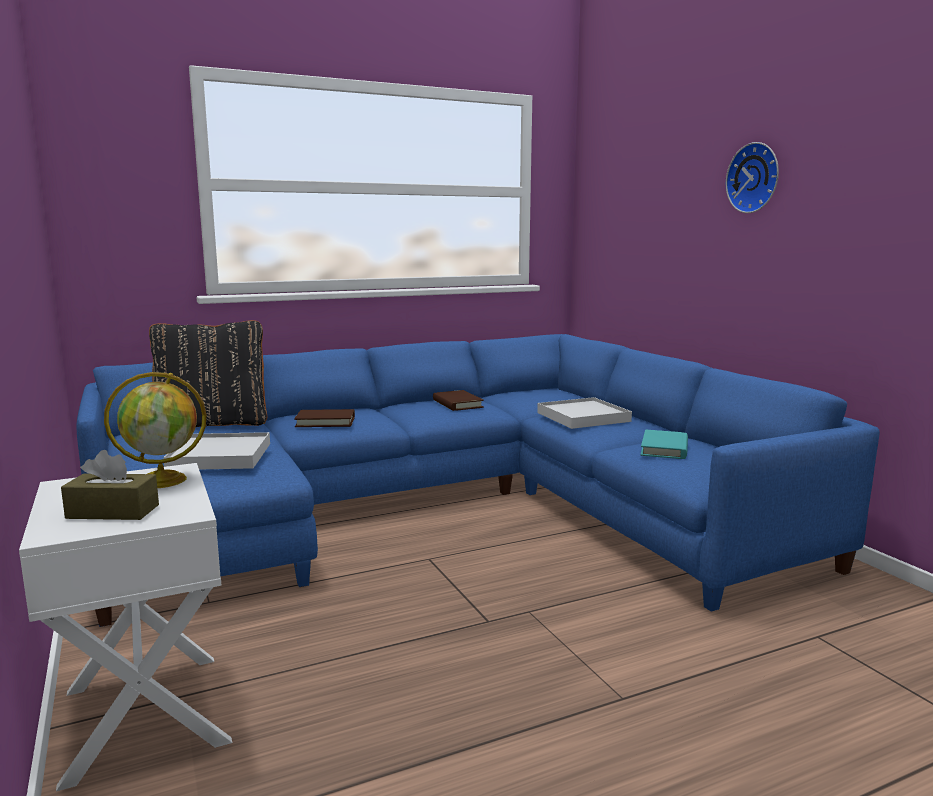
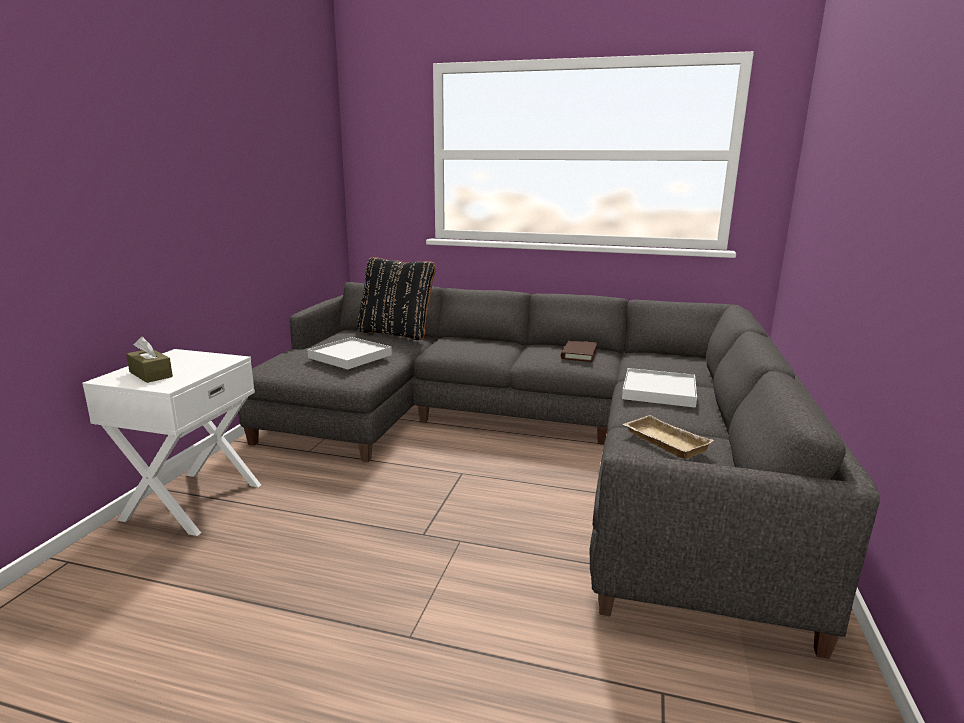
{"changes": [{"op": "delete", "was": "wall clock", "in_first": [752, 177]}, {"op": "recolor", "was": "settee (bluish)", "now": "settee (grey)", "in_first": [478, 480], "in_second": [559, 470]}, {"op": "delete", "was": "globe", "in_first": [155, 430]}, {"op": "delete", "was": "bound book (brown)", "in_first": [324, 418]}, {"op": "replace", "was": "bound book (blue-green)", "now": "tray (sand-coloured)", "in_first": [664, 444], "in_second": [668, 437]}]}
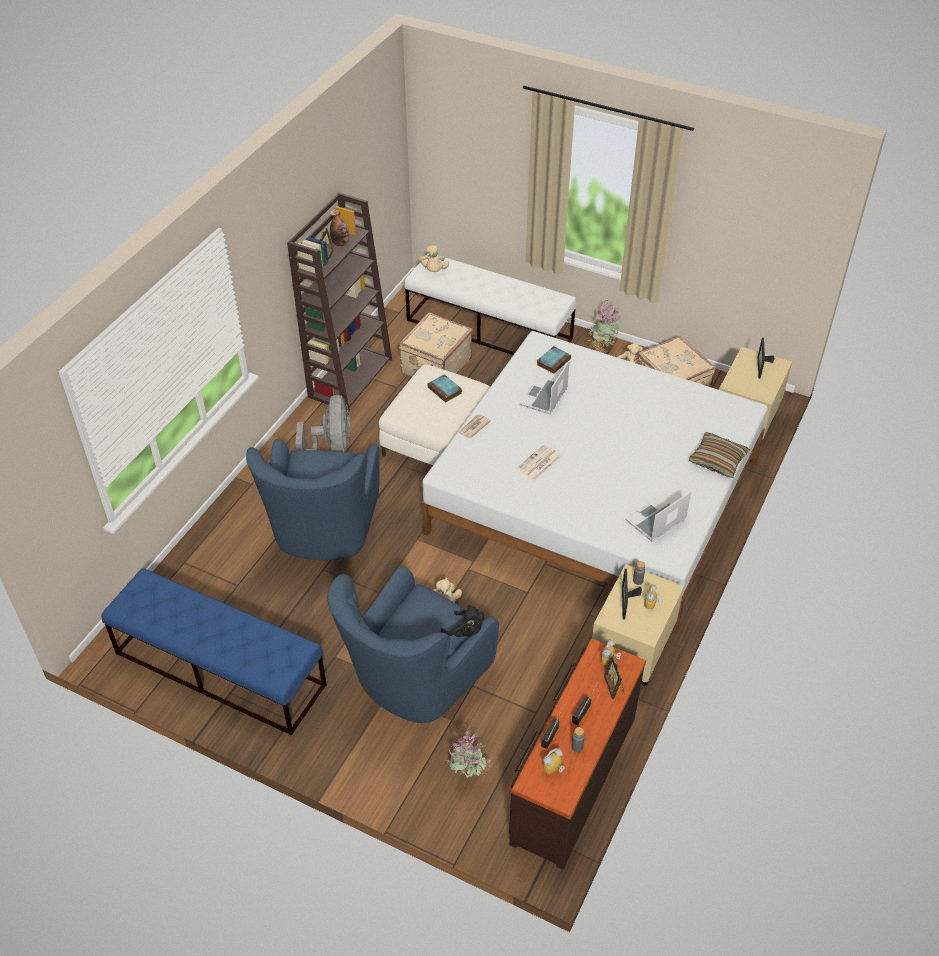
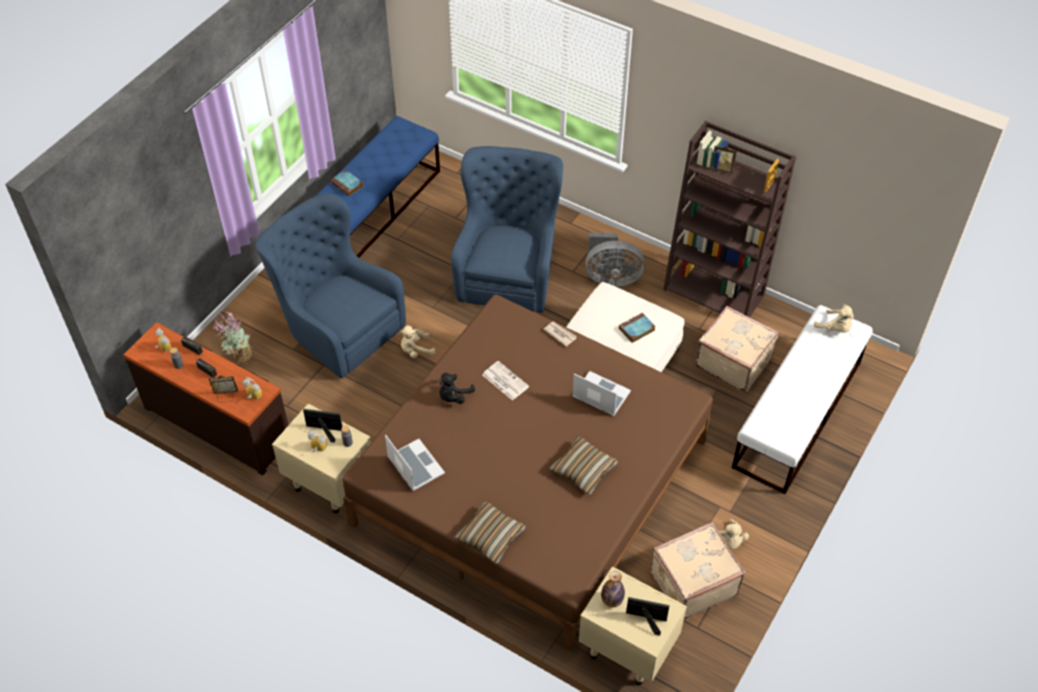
{"changes": [{"op": "move", "was": "beverage bottle", "in_first": [339, 227], "in_second": [613, 589]}, {"op": "rotate", "was": "plush toy (sand-coloured)", "in_first": [433, 258], "in_second": [834, 318], "clockwise": -135}, {"op": "delete", "was": "plant in a pot", "in_first": [603, 326]}, {"op": "recolor", "was": "sleeping bed (white-coloured)", "now": "sleeping bed (brown)", "in_first": [595, 481], "in_second": [527, 473]}, {"op": "move", "was": "bound book", "in_first": [554, 360], "in_second": [347, 182]}, {"op": "rotate", "was": "lounge chair (bluish)", "in_first": [313, 499], "in_second": [507, 229], "clockwise": 90}, {"op": "move", "was": "plush toy (black-coloured)", "in_first": [462, 621], "in_second": [457, 388]}, {"op": "insert", "now": "throw pillow", "in_second": [584, 466]}]}
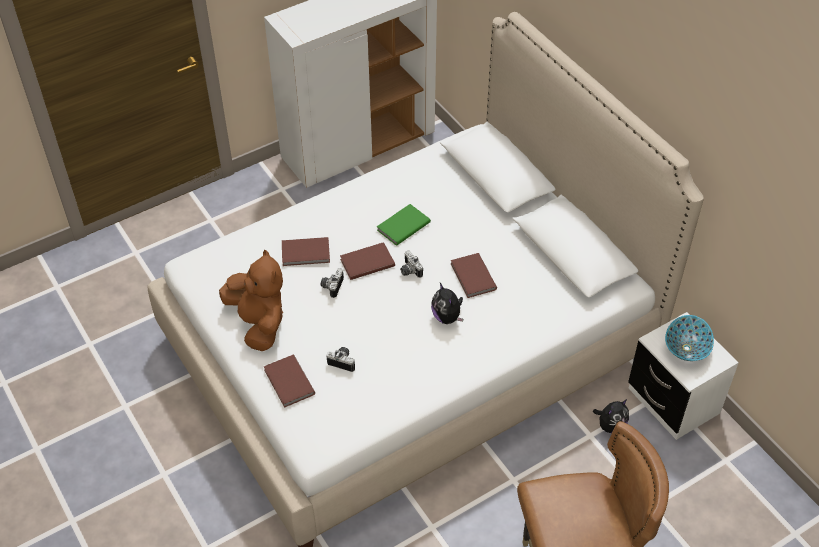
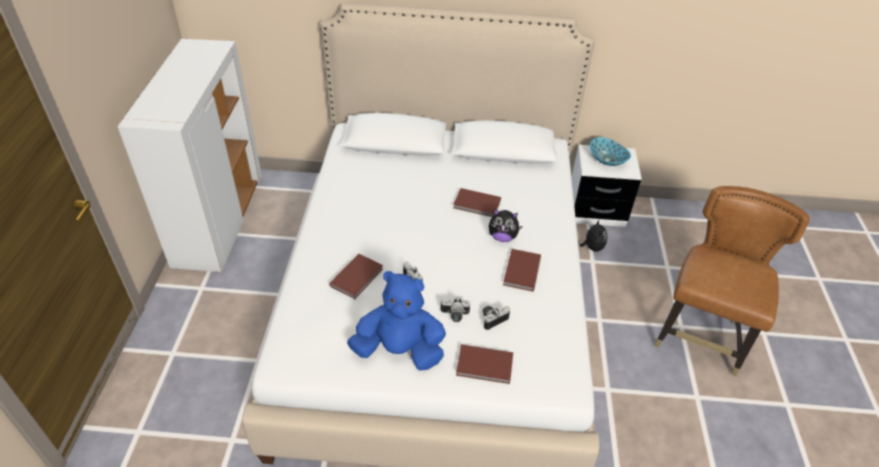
{"changes": [{"op": "delete", "was": "bound book (green)", "in_first": [404, 225]}, {"op": "move", "was": "bound book (brown)", "in_first": [367, 261], "in_second": [522, 270]}, {"op": "recolor", "was": "plush toy (brown)", "now": "plush toy (bluish)", "in_first": [251, 300], "in_second": [396, 320]}, {"op": "move", "was": "photo camera", "in_first": [411, 264], "in_second": [455, 309]}]}
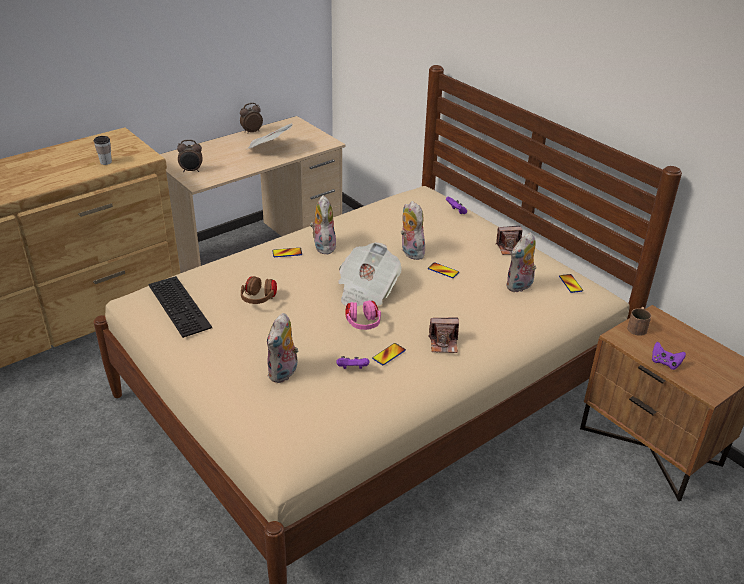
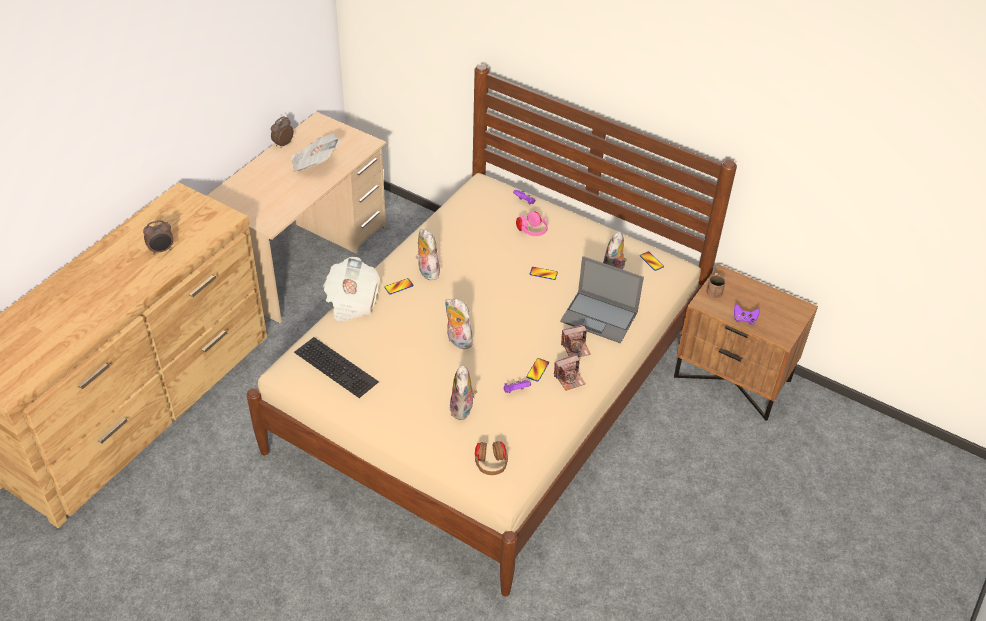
{"changes": [{"op": "delete", "was": "small cup", "in_first": [103, 150]}, {"op": "move", "was": "alarm clock", "in_first": [189, 156], "in_second": [158, 237]}, {"op": "move", "was": "plush toy", "in_first": [413, 230], "in_second": [459, 324]}, {"op": "move", "was": "photo camera", "in_first": [509, 240], "in_second": [570, 372]}, {"op": "move", "was": "newspaper", "in_first": [370, 274], "in_second": [351, 289]}, {"op": "move", "was": "pair of headphones (brown)", "in_first": [259, 290], "in_second": [491, 458]}, {"op": "move", "was": "pair of headphones (pinkish)", "in_first": [363, 315], "in_second": [532, 223]}, {"op": "insert", "now": "notebook computer", "in_second": [602, 300]}]}
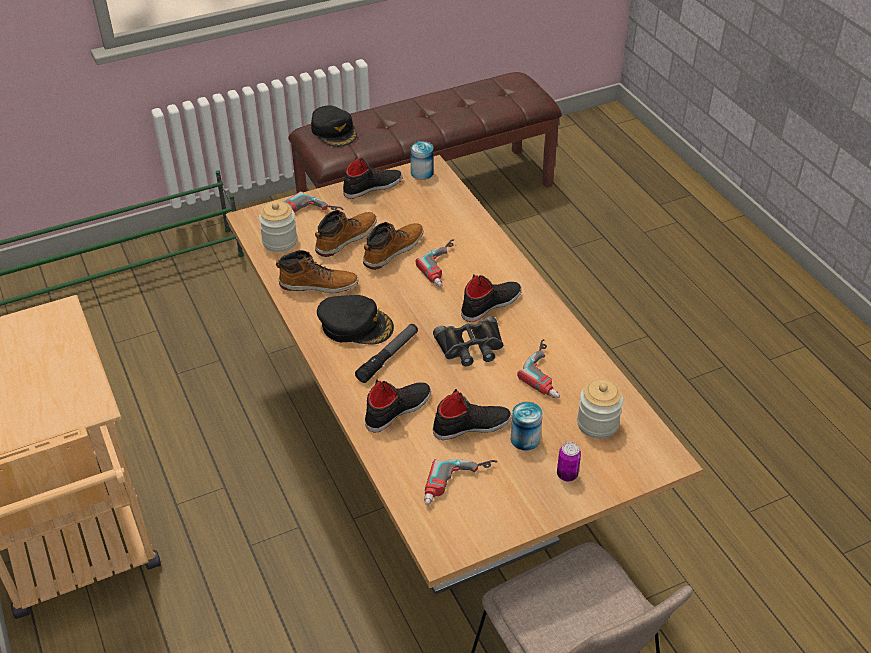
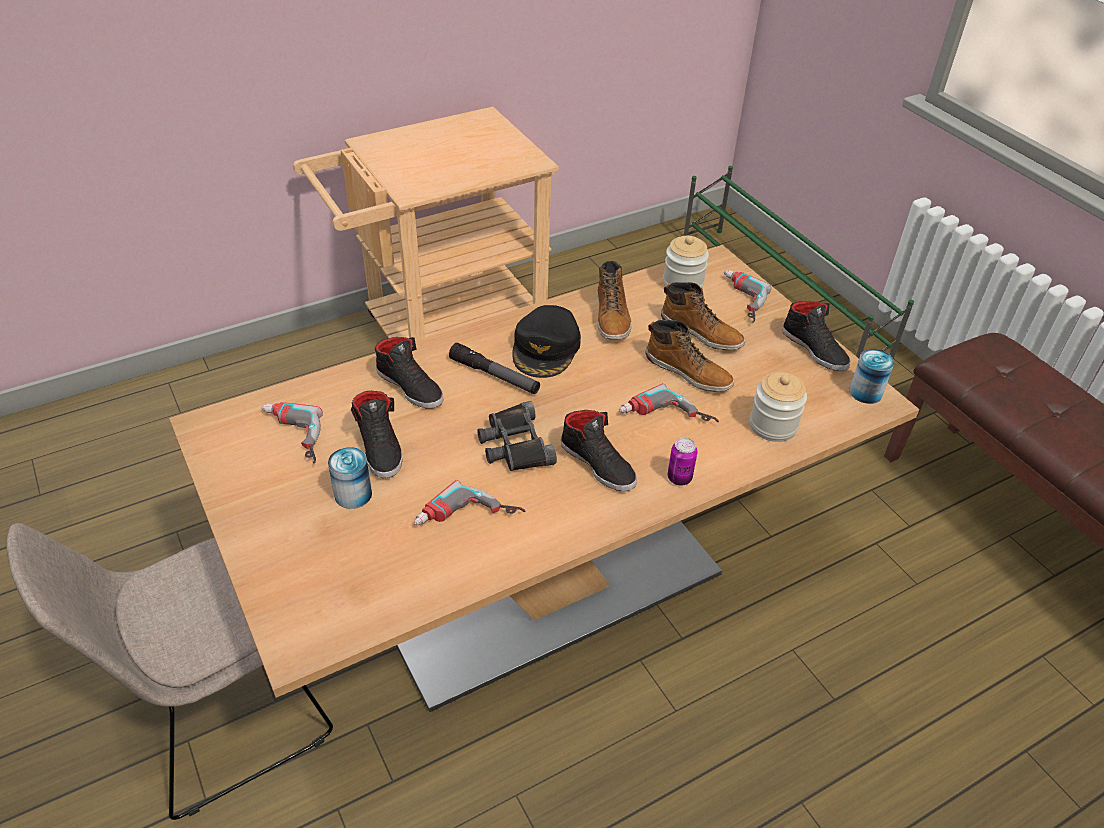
{"changes": [{"op": "delete", "was": "cap (black-coloured)", "in_first": [334, 126]}, {"op": "move", "was": "storage jar", "in_first": [600, 409], "in_second": [778, 407]}, {"op": "move", "was": "metal can", "in_first": [569, 462], "in_second": [682, 461]}]}
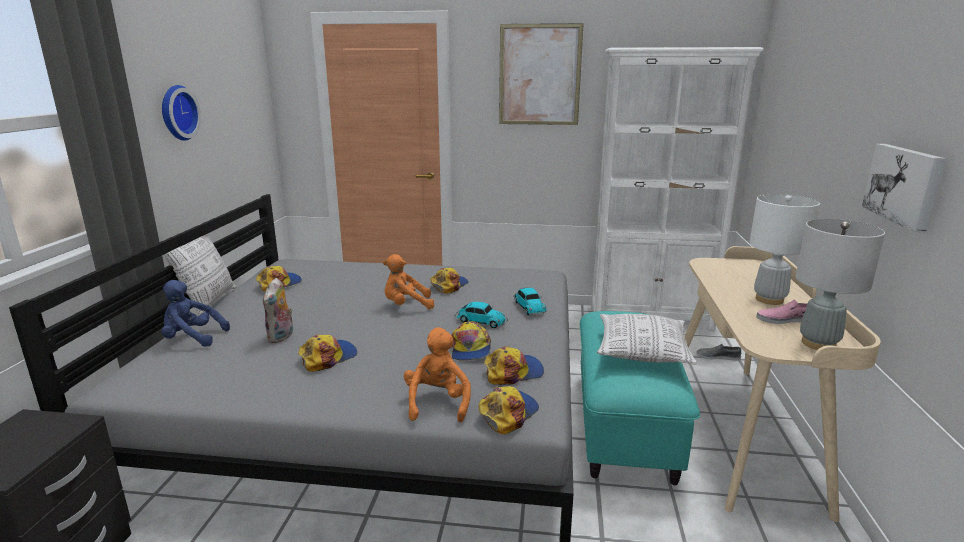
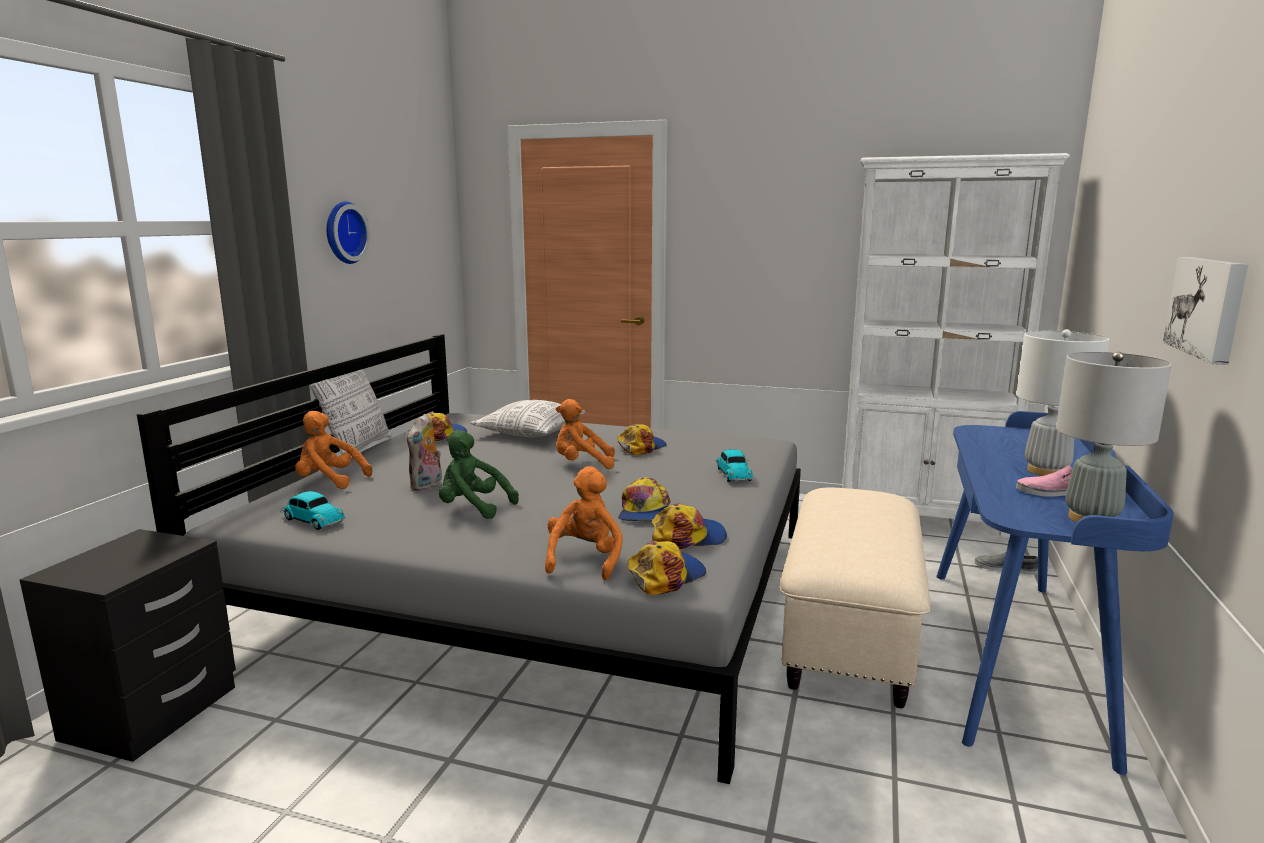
{"changes": [{"op": "delete", "was": "wall picture", "in_first": [541, 74]}, {"op": "recolor", "was": "desk unit (sand-coloured)", "now": "desk unit (bluish)", "in_first": [782, 384], "in_second": [1055, 593]}, {"op": "recolor", "was": "plush toy (bluish)", "now": "plush toy (orangey)", "in_first": [195, 313], "in_second": [333, 450]}, {"op": "move", "was": "miniature car", "in_first": [481, 314], "in_second": [313, 510]}, {"op": "recolor", "was": "pouffe (blue-green)", "now": "pouffe (sand-coloured)", "in_first": [640, 398], "in_second": [854, 597]}, {"op": "move", "was": "throw pillow", "in_first": [647, 339], "in_second": [528, 418]}, {"op": "replace", "was": "cap", "now": "plush toy (green)", "in_first": [327, 353], "in_second": [479, 474]}]}
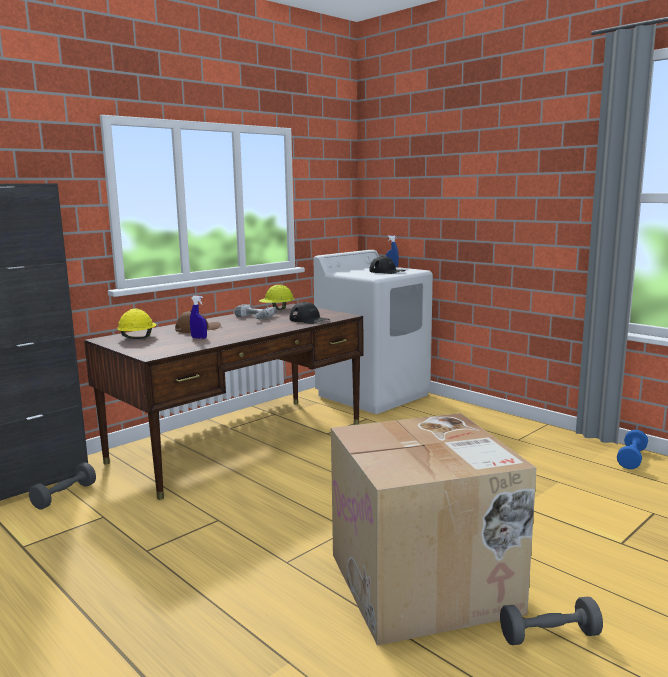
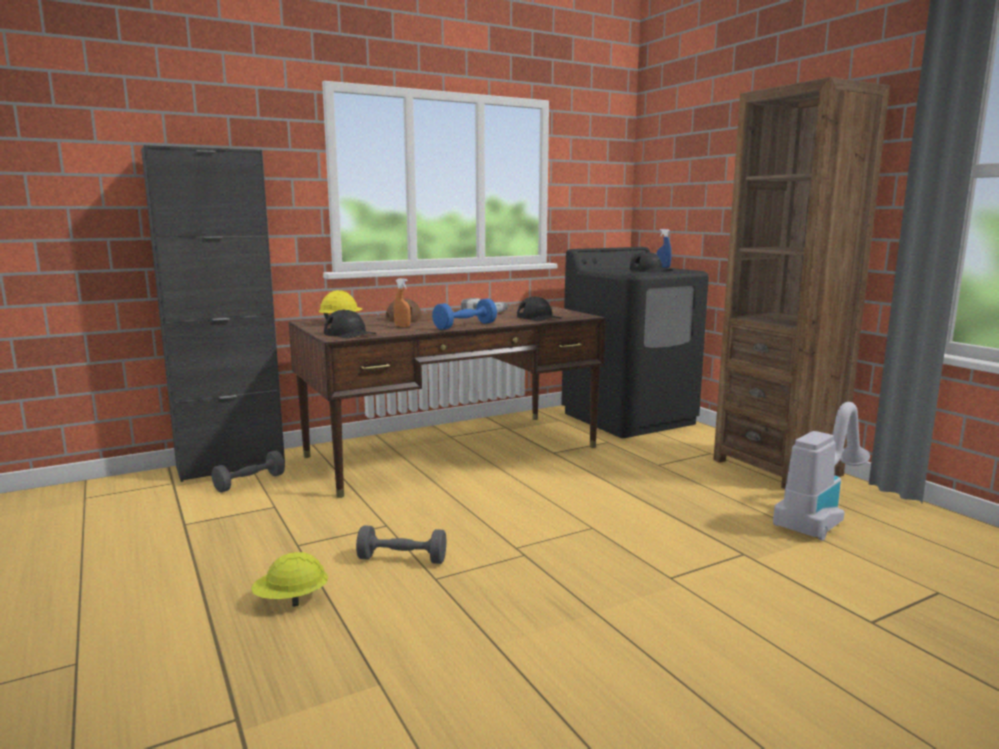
{"changes": [{"op": "recolor", "was": "washing machine (white-coloured)", "now": "washing machine (black-coloured)", "in_first": [373, 332], "in_second": [635, 342]}, {"op": "move", "was": "safety helmet (yellow-coloured)", "in_first": [276, 297], "in_second": [289, 579]}, {"op": "recolor", "was": "sprayer (bluish)", "now": "sprayer (orangey)", "in_first": [198, 317], "in_second": [402, 302]}, {"op": "delete", "was": "carton", "in_first": [433, 529]}, {"op": "move", "was": "free weight (bluish)", "in_first": [632, 449], "in_second": [464, 314]}, {"op": "move", "was": "free weight (grey)", "in_first": [551, 621], "in_second": [401, 544]}, {"op": "insert", "now": "bookshelf (brown)", "in_second": [801, 283]}, {"op": "insert", "now": "cap (black-coloured)", "in_second": [350, 324]}, {"op": "insert", "now": "vacuum cleaner", "in_second": [821, 471]}]}
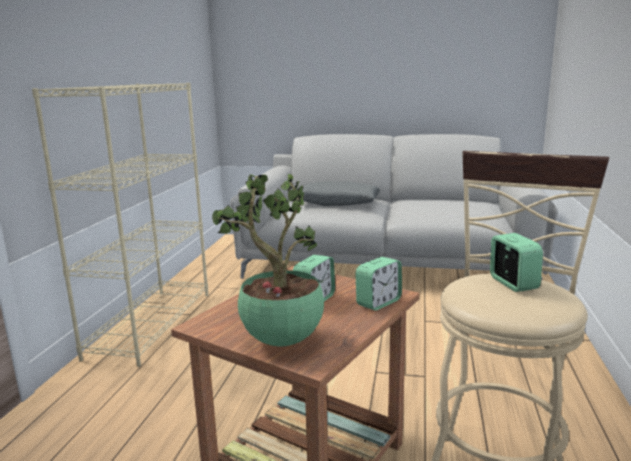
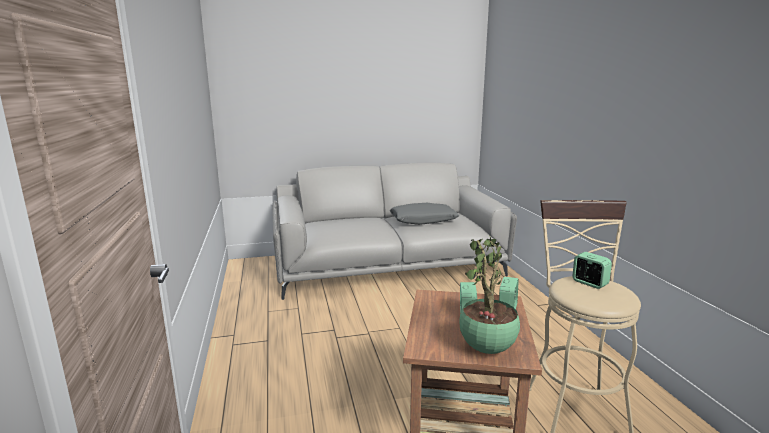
{"changes": [{"op": "delete", "was": "bookshelf (sand-coloured)", "in_first": [120, 225]}, {"op": "move", "was": "throw pillow (grey)", "in_first": [341, 193], "in_second": [424, 214]}]}
